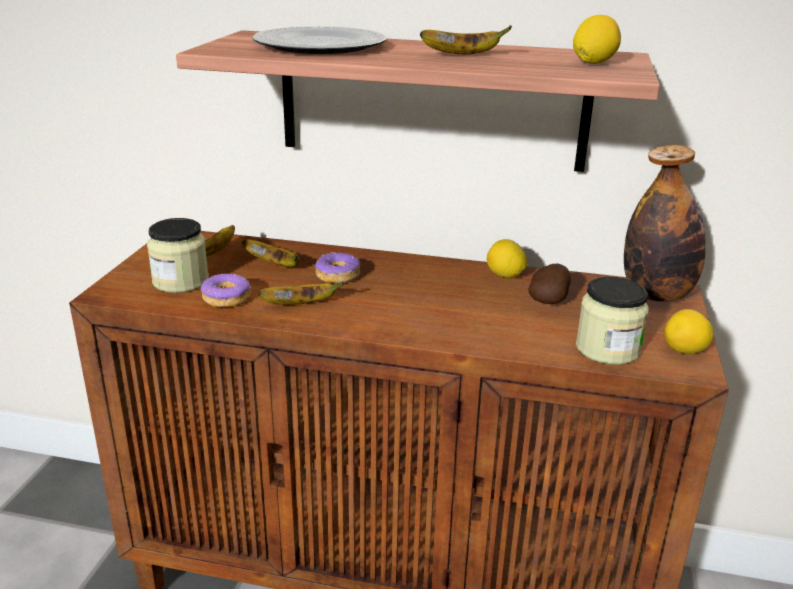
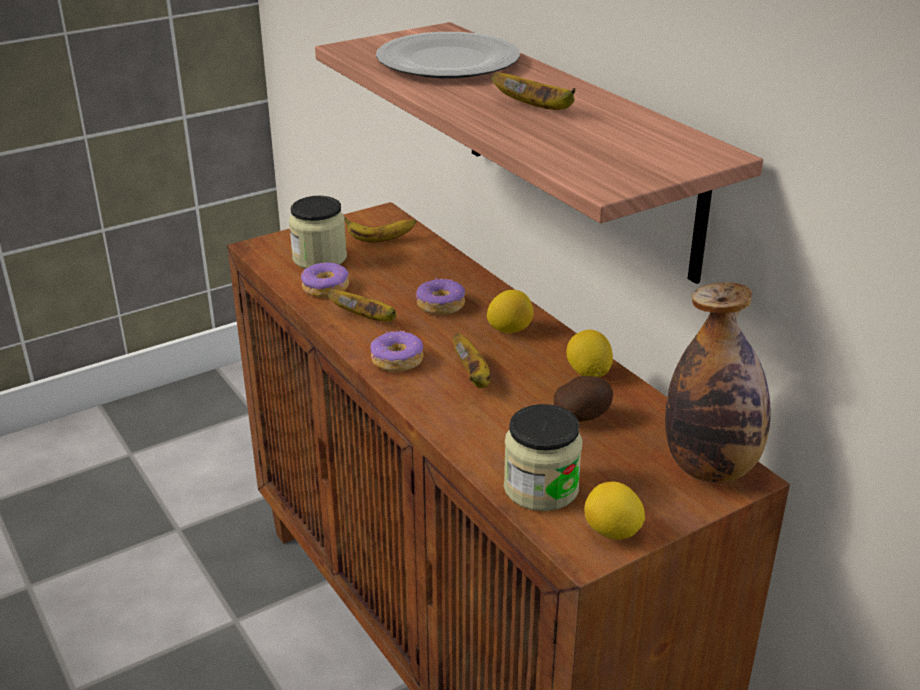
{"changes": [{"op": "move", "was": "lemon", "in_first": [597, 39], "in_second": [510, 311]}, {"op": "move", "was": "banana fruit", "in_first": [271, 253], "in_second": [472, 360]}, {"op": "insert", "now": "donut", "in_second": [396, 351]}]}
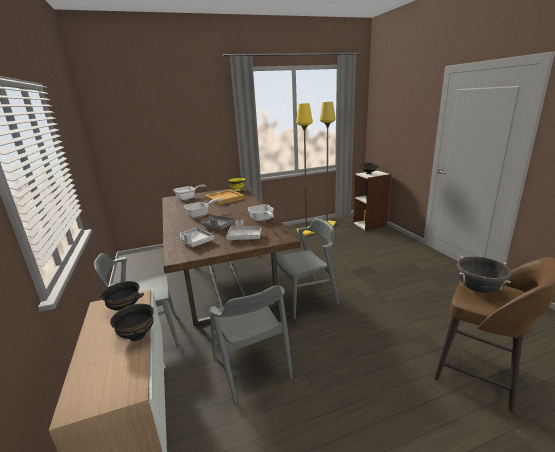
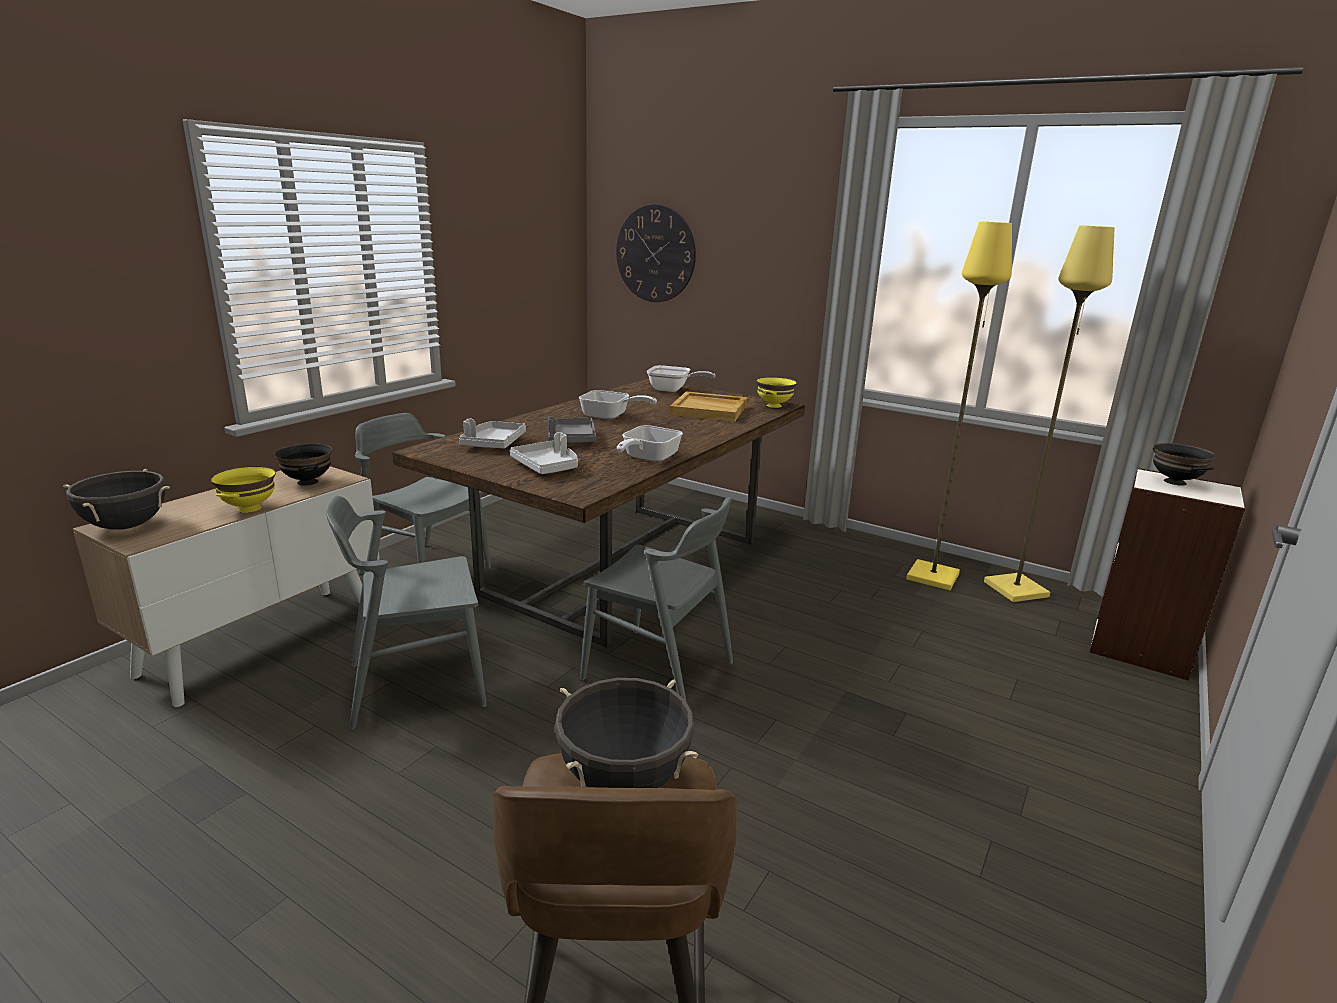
{"changes": [{"op": "rotate", "was": "chair (grey)", "in_first": [251, 345], "in_second": [406, 613], "clockwise": 45}, {"op": "recolor", "was": "deep dish (black-coloured)", "now": "deep dish (yellow-coloured)", "in_first": [132, 322], "in_second": [243, 489]}, {"op": "insert", "now": "wall clock", "in_second": [656, 253]}, {"op": "insert", "now": "stockpot (black-coloured)", "in_second": [116, 499]}]}
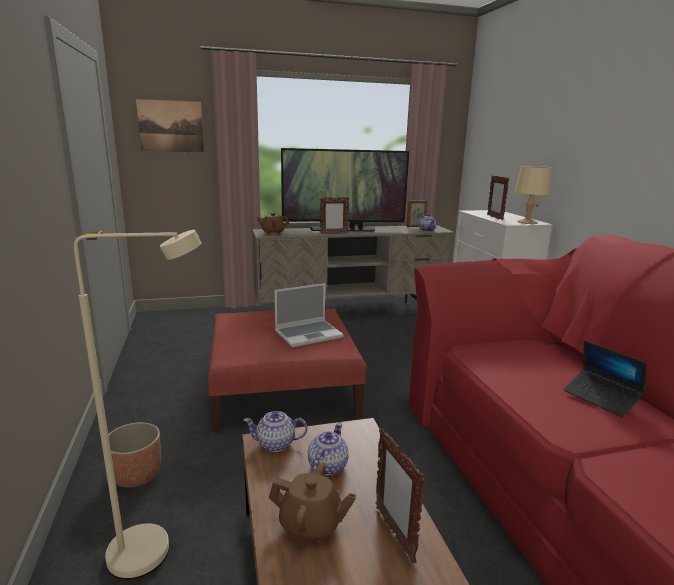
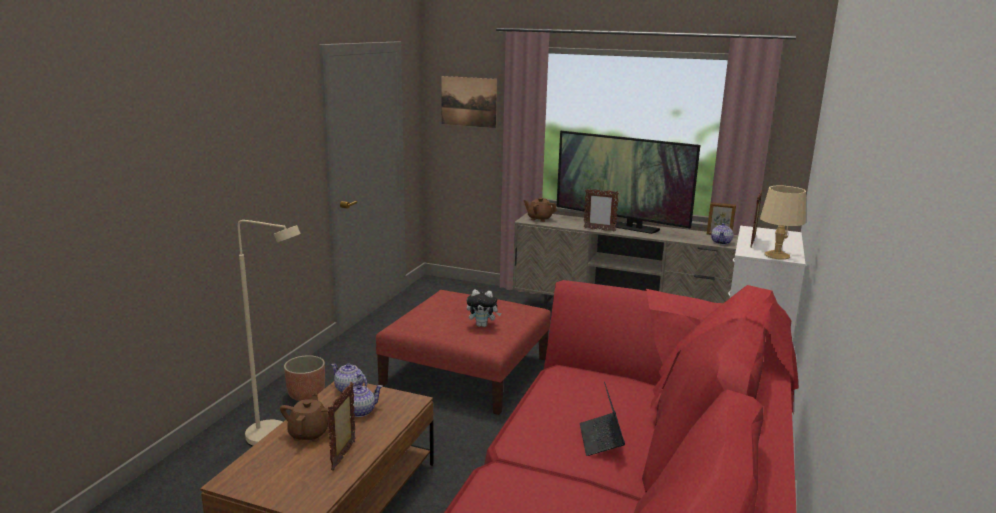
{"changes": [{"op": "replace", "was": "notebook computer", "now": "plush toy", "in_first": [309, 315], "in_second": [484, 308]}, {"op": "rotate", "was": "tea pot (brown)", "in_first": [312, 503], "in_second": [305, 417], "clockwise": -135}]}
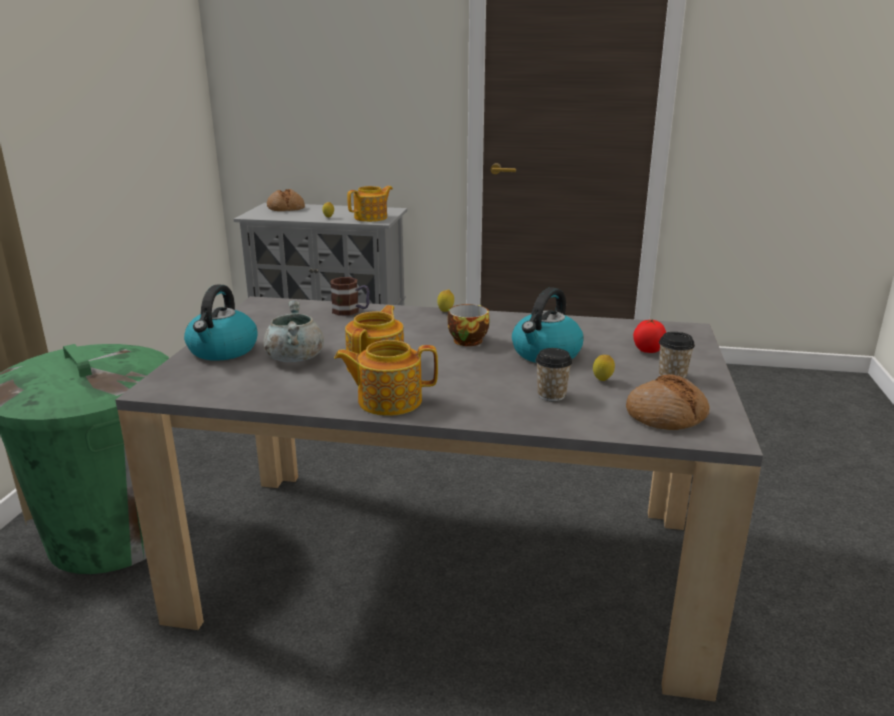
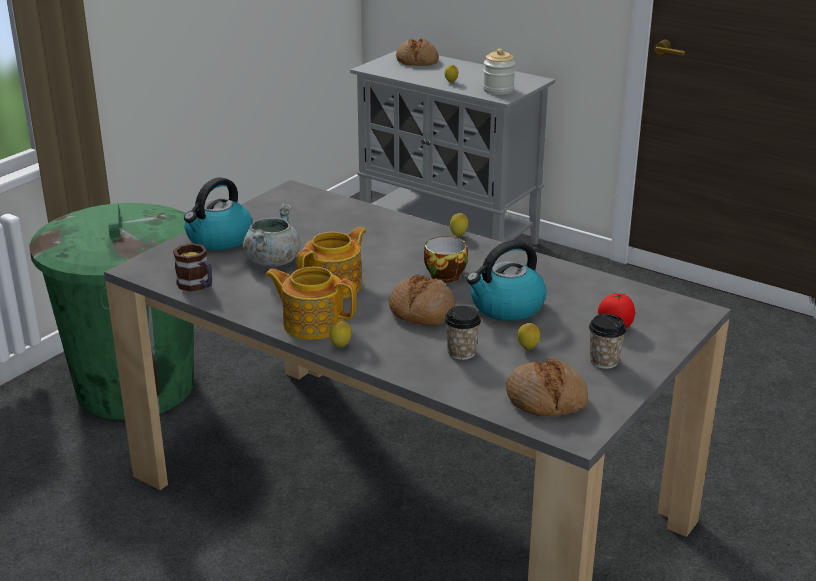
{"changes": [{"op": "replace", "was": "tea pot", "now": "storage jar", "in_first": [370, 204], "in_second": [499, 72]}, {"op": "move", "was": "coffee mug", "in_first": [350, 296], "in_second": [192, 267]}, {"op": "insert", "now": "bakery bread", "in_second": [422, 299]}, {"op": "insert", "now": "lemon", "in_second": [340, 334]}]}
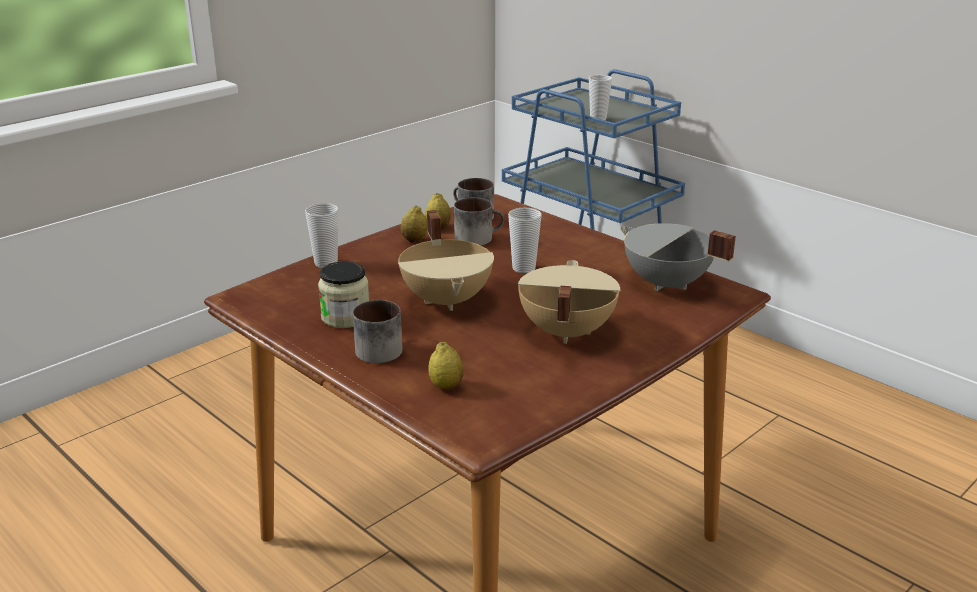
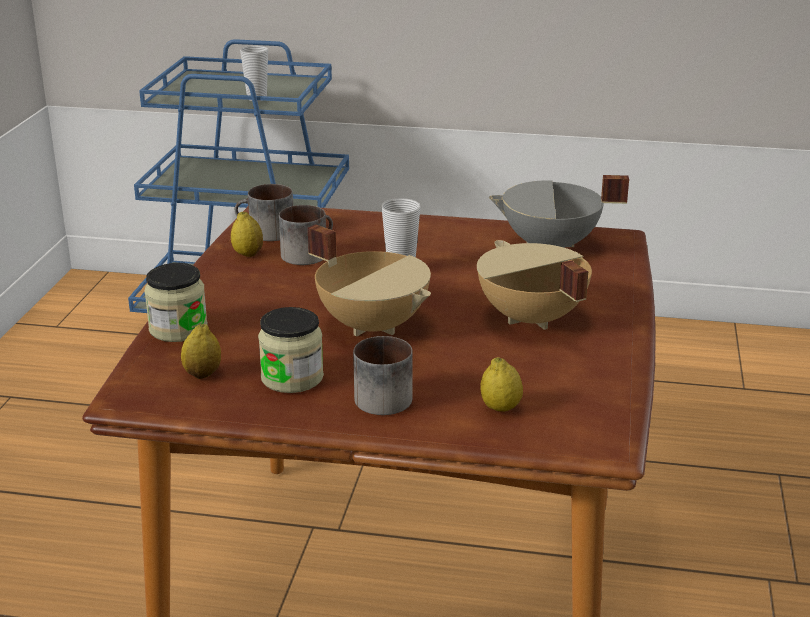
{"changes": [{"op": "replace", "was": "small cup", "now": "storage jar", "in_first": [321, 235], "in_second": [176, 302]}, {"op": "move", "was": "lemon", "in_first": [414, 224], "in_second": [201, 351]}]}
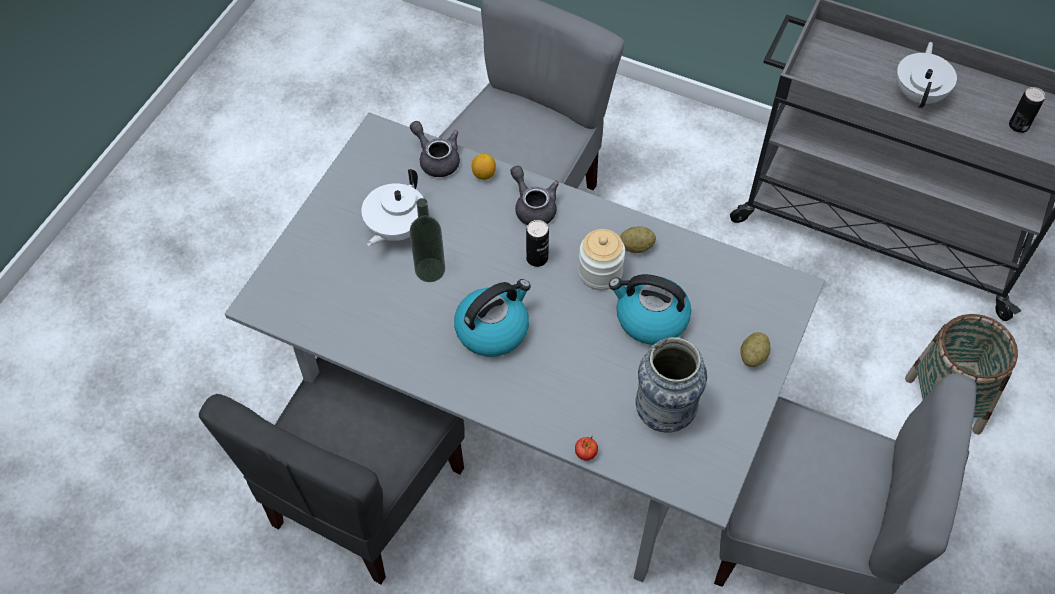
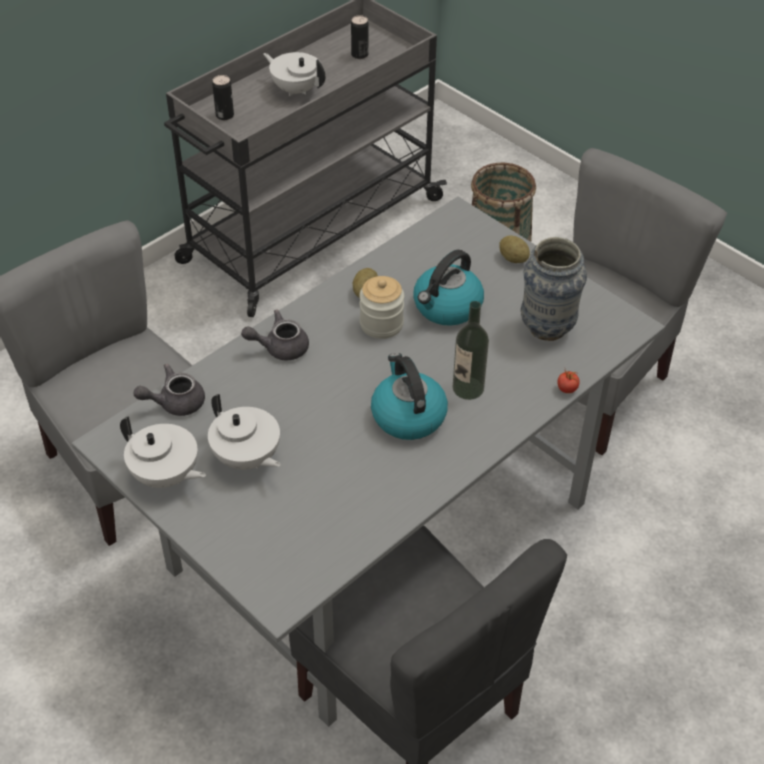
{"changes": [{"op": "delete", "was": "lemon", "in_first": [484, 167]}, {"op": "move", "was": "beverage bottle", "in_first": [427, 240], "in_second": [471, 350]}, {"op": "move", "was": "metal can", "in_first": [537, 243], "in_second": [223, 97]}, {"op": "insert", "now": "tea pot (white-coloured)", "in_second": [163, 452]}]}
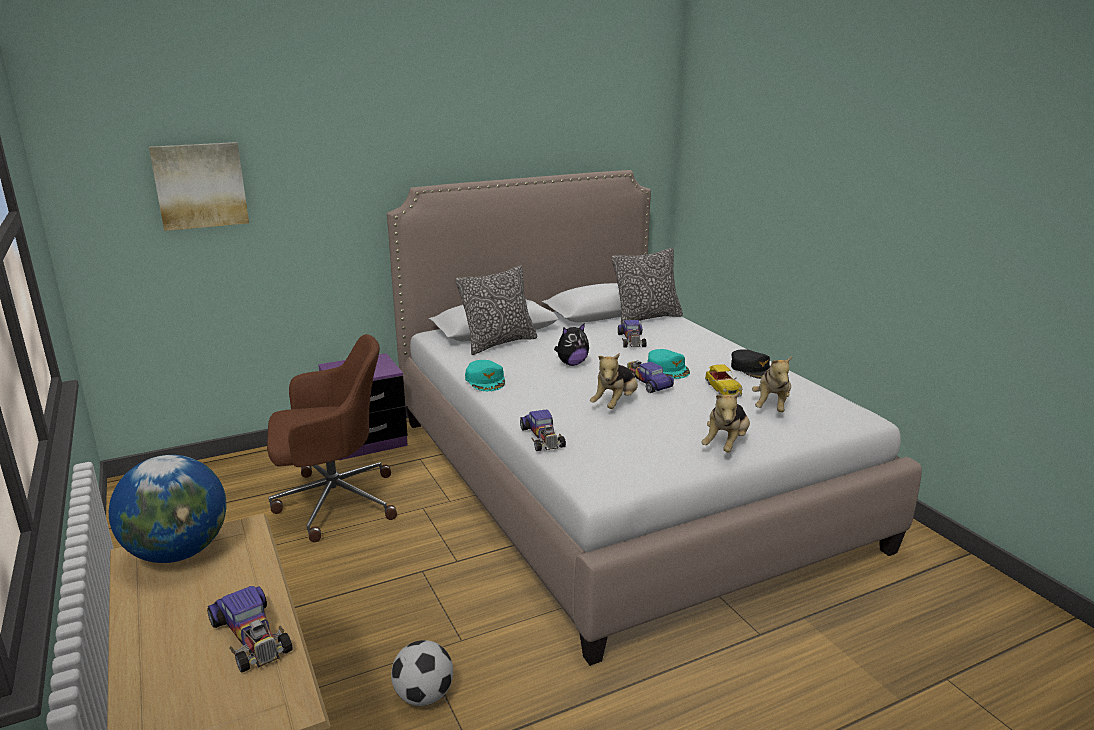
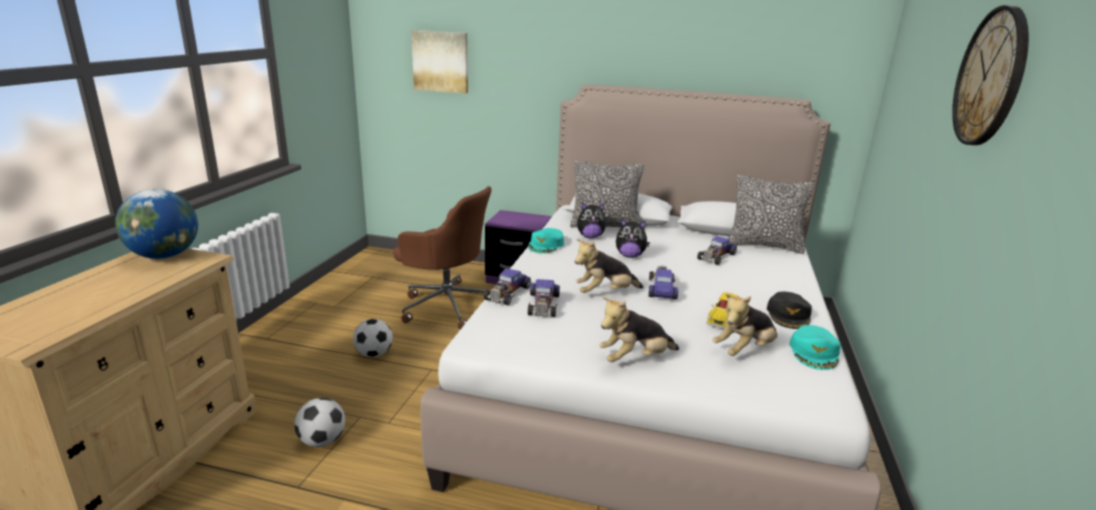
{"changes": [{"op": "move", "was": "cap (blue-green)", "in_first": [669, 364], "in_second": [815, 347]}, {"op": "move", "was": "miniature car", "in_first": [250, 629], "in_second": [544, 298]}, {"op": "insert", "now": "wall clock", "in_second": [990, 75]}, {"op": "insert", "now": "plush toy", "in_second": [592, 220]}, {"op": "insert", "now": "football", "in_second": [373, 338]}]}
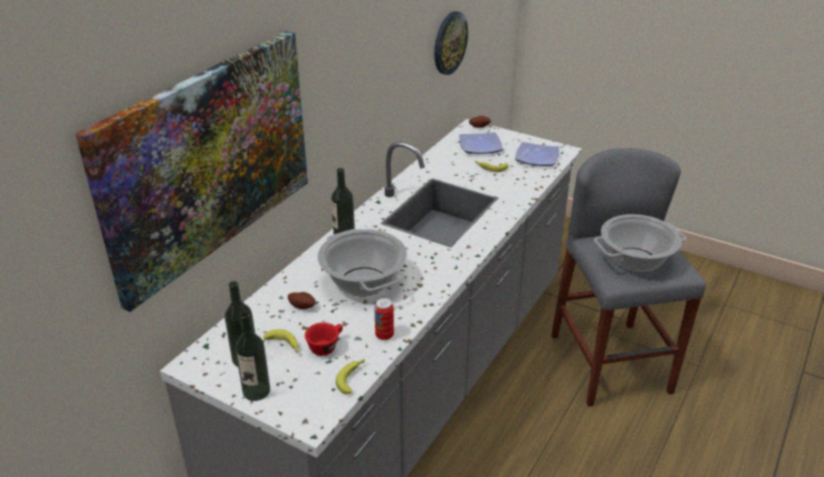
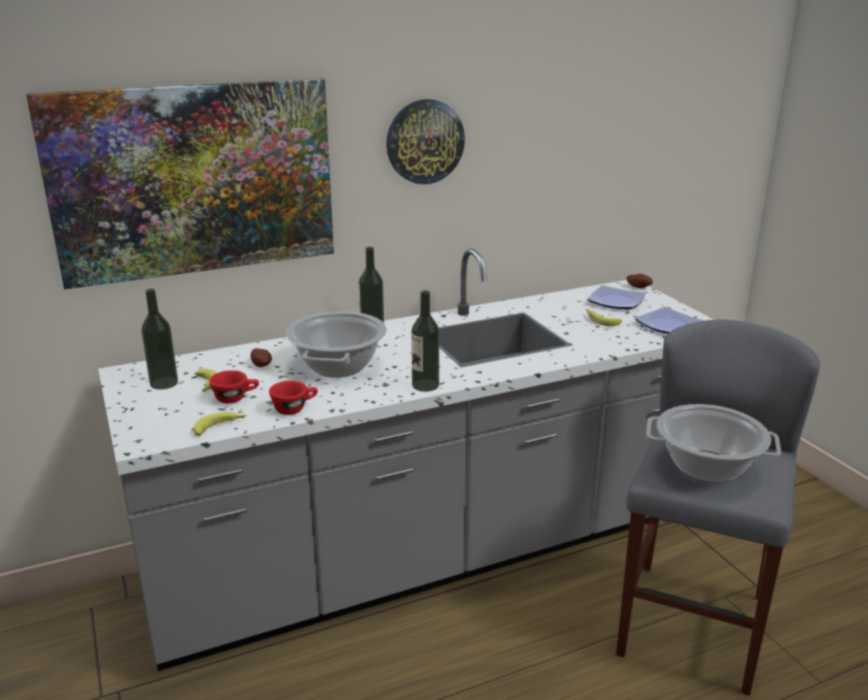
{"changes": [{"op": "move", "was": "wall clock", "in_first": [451, 43], "in_second": [425, 141]}, {"op": "replace", "was": "metal can", "now": "small cup (red)", "in_first": [384, 319], "in_second": [293, 398]}, {"op": "move", "was": "beverage bottle", "in_first": [252, 356], "in_second": [425, 341]}]}
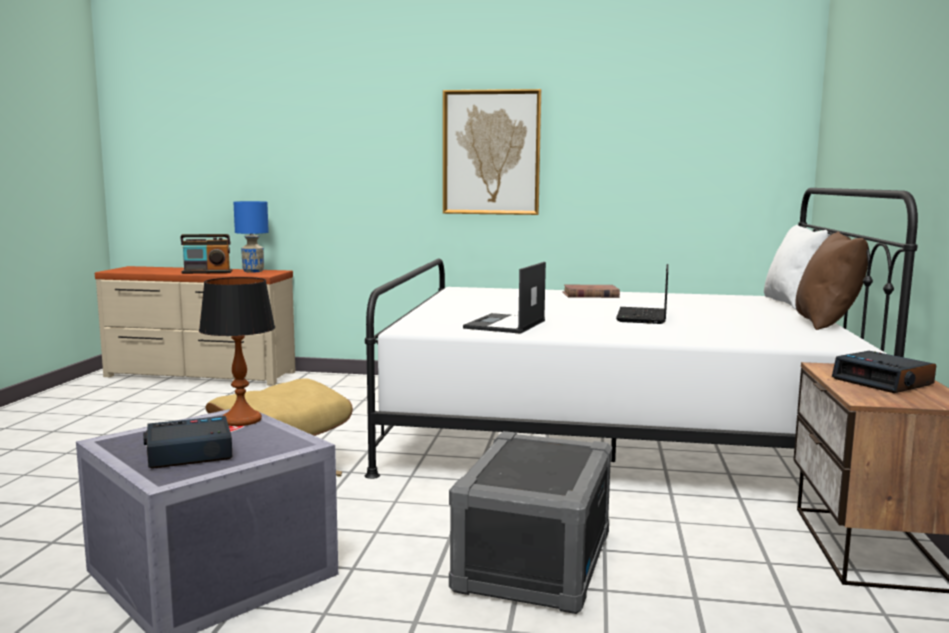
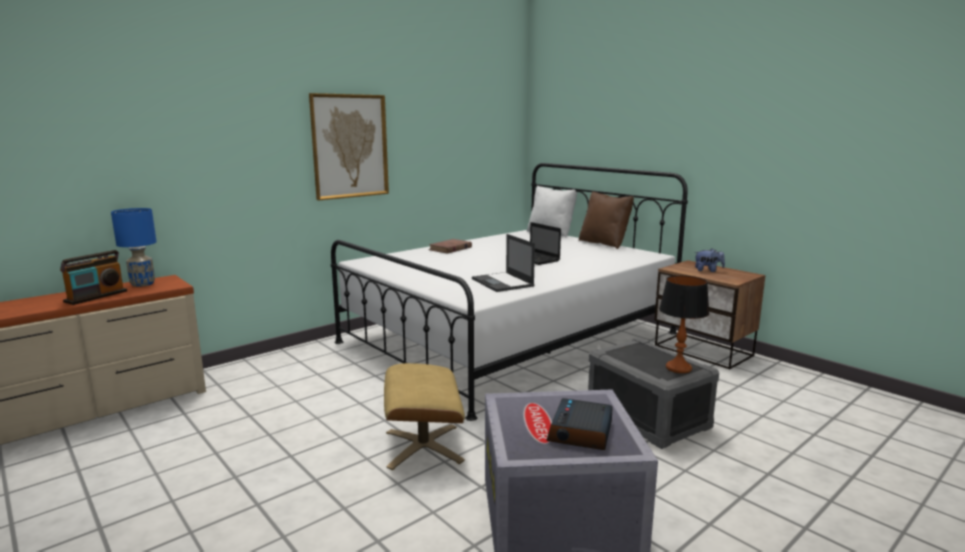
{"changes": [{"op": "move", "was": "lamp for a table", "in_first": [237, 351], "in_second": [684, 324]}, {"op": "replace", "was": "alarm clock", "now": "plush toy", "in_first": [884, 372], "in_second": [709, 260]}]}
